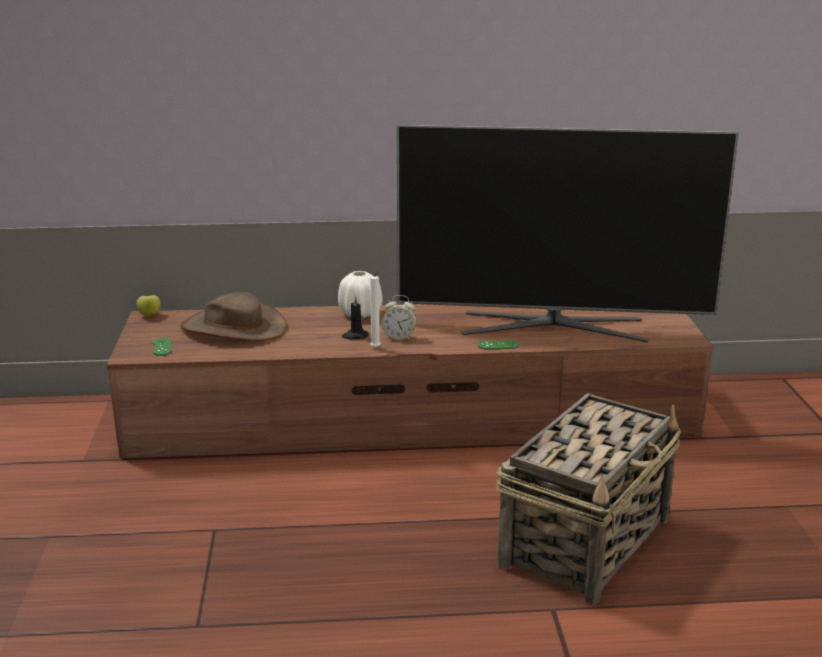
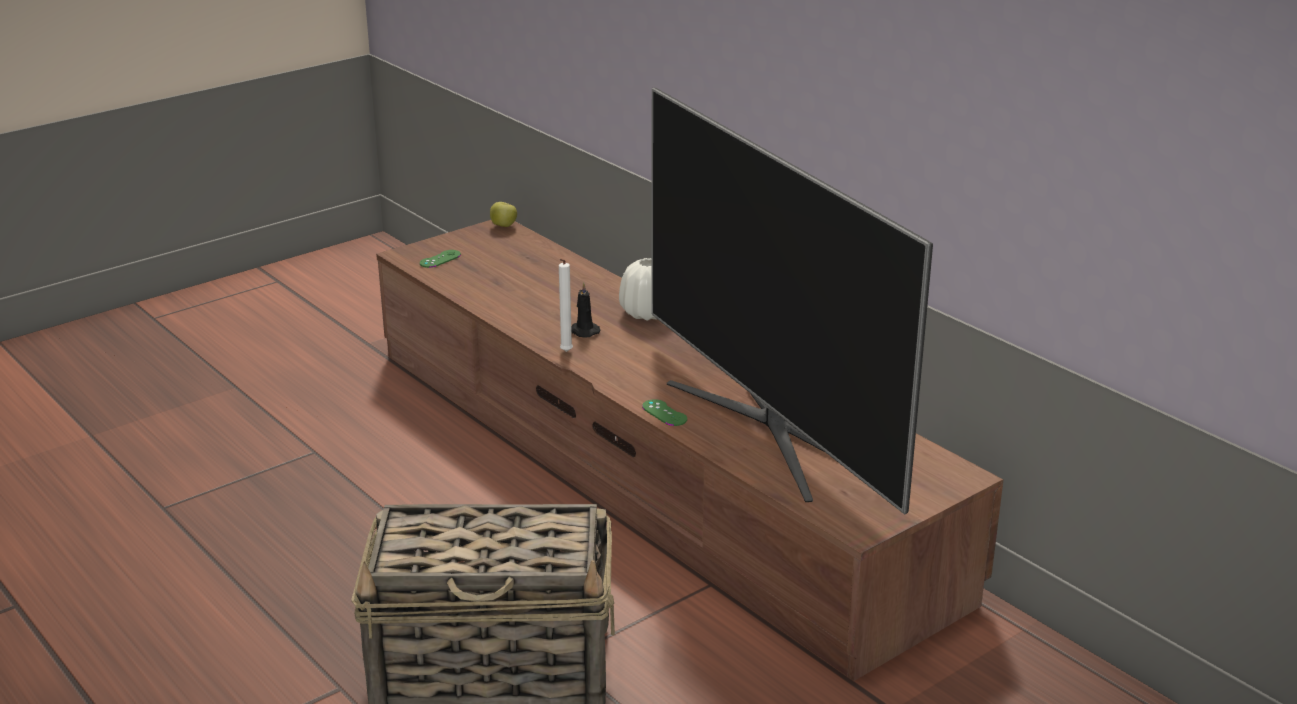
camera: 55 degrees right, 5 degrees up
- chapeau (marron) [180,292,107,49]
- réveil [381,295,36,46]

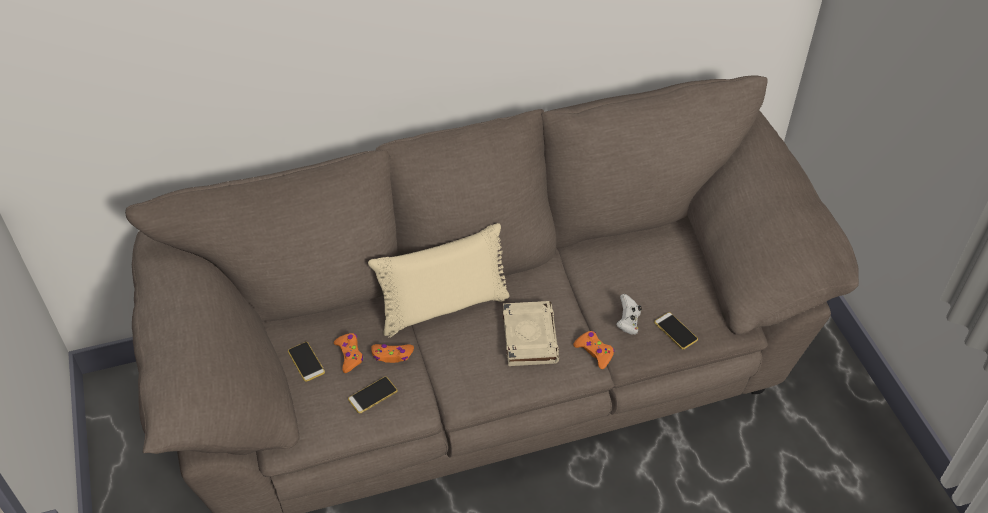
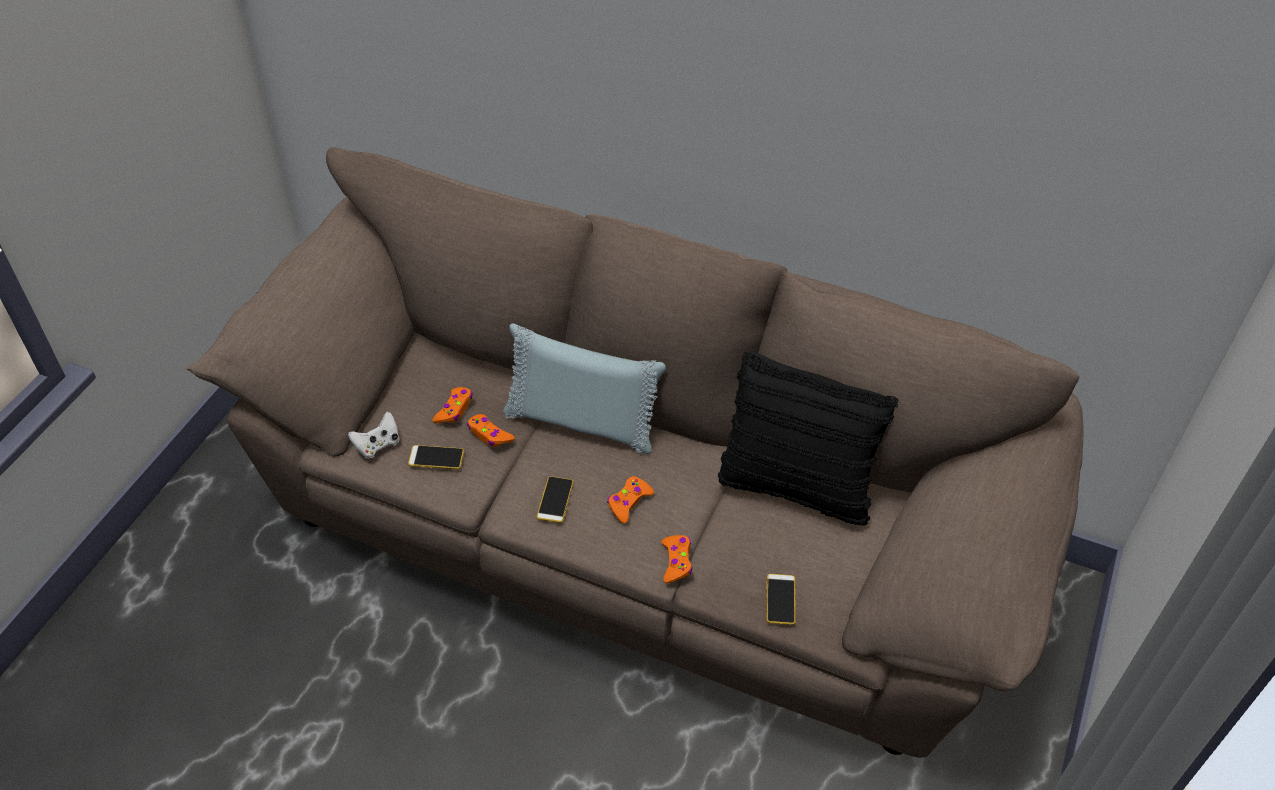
camera: 40 degrees right, 0 degrees up
~ téléphone [288,342,37,40] to [537,476,37,47]
~ coussin (beige) [368,223,142,115] to coussin (bleu) [503,323,163,131]
~ livre (beige) [503,301,56,65] to manette (orange) [607,476,47,48]
~ manette (blanc) [616,294,26,41] to [348,411,51,47]
+ coussin (noir) [718,351,181,175]

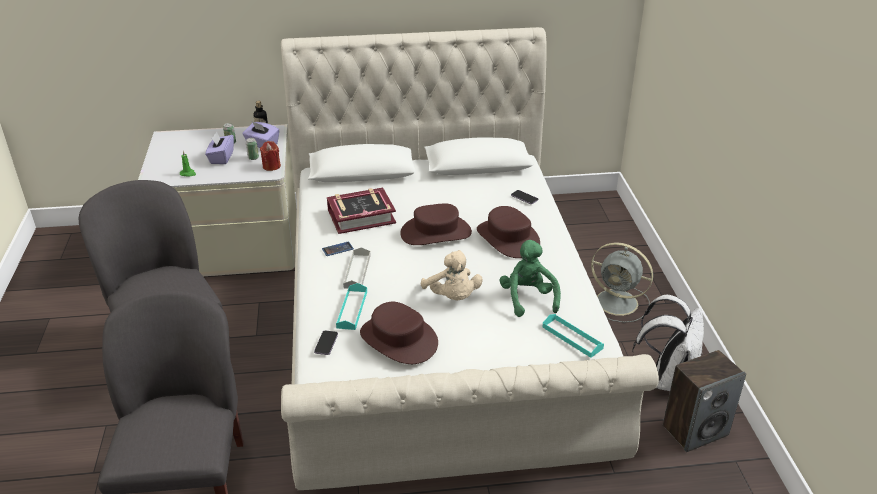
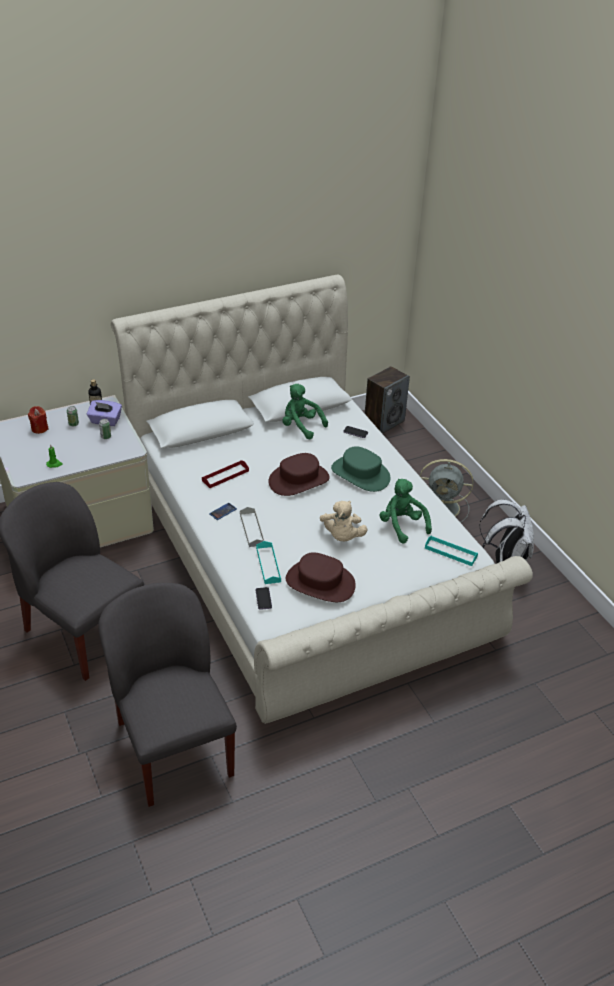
camera: 20 degrees left, 5 degrees up
- boîte à mouchoirs (violet) [205,132,29,32]
~ bougie (rouge) [260,141,21,30] to [28,406,21,28]
~ livre [327,188,69,46] to plateau (rouge) [202,460,47,28]
~ peluche (beige) [421,250,62,50] = [320,501,47,41] 45 degrees clockwise
~ chapeau (marron) [477,206,63,52] to chapeau (vert) [331,446,60,46]
~ enceinte [663,350,83,102] to [365,366,45,68]
+ peluche (vert) [282,384,46,55]

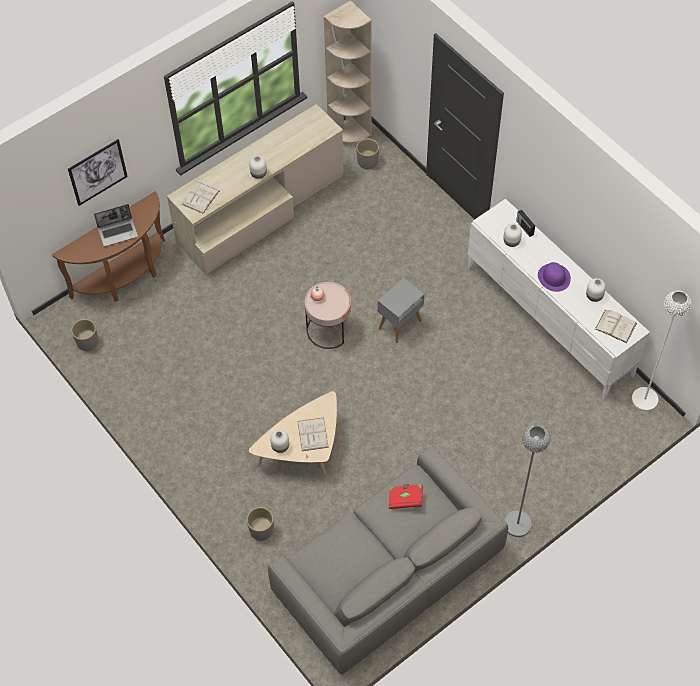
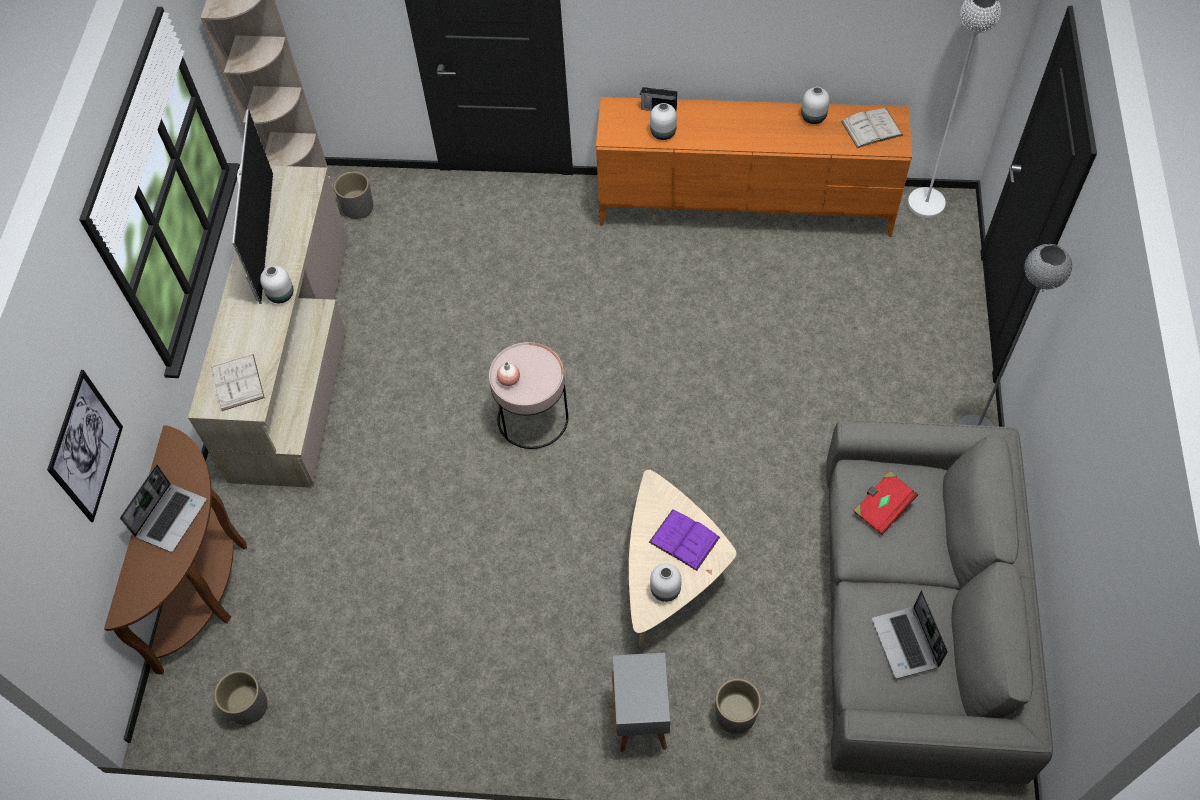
camera: 45 degrees left, 0 degrees up
~ livre (blanc) [297,417,32,34] to livre (violet) [649,509,71,62]
~ table d'appoint (gris) [378,278,46,65] to [612,652,58,100]
~ meuble de rangement (blanc) [468,199,182,200] to meuble de rangement (orange) [596,97,316,140]
- chapeau (violet) [538,262,33,30]
+ téléviseur [232,109,41,195]
+ ordinateur portable [872,590,76,89]

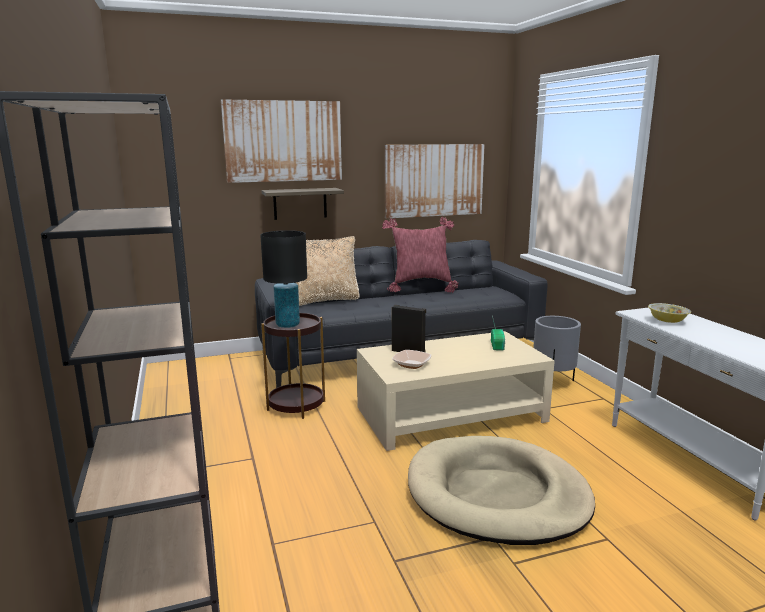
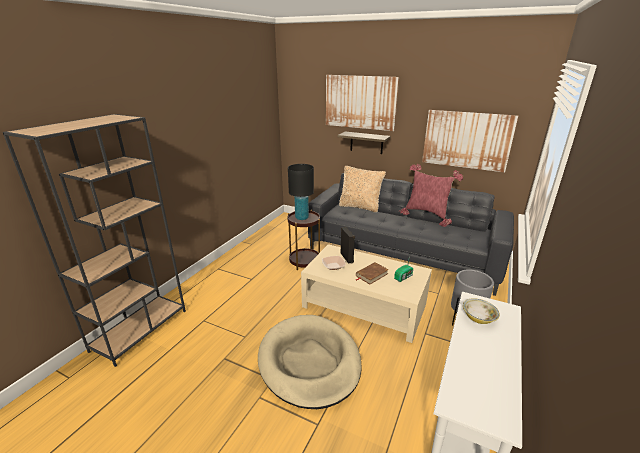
camera: 45 degrees right, 10 degrees up
+ livre (marron) [356,262,33,22]

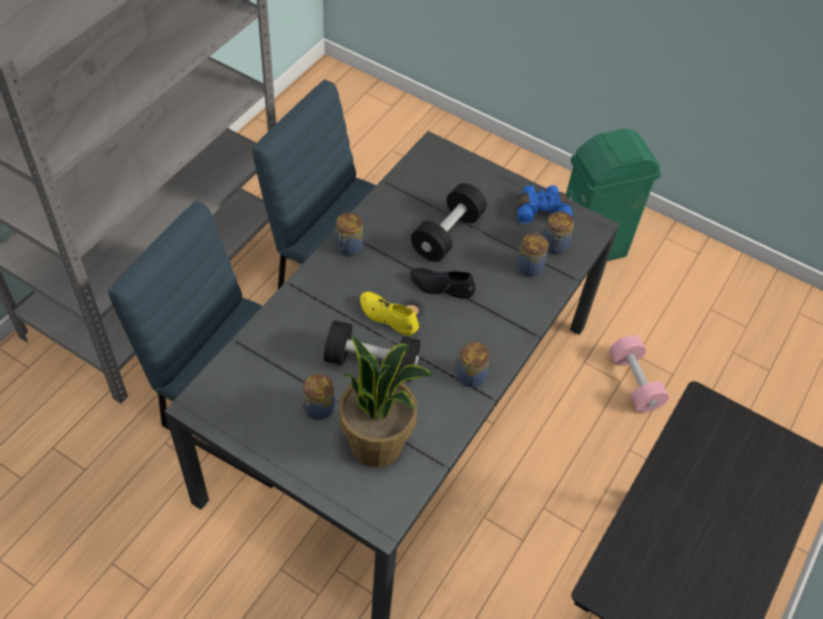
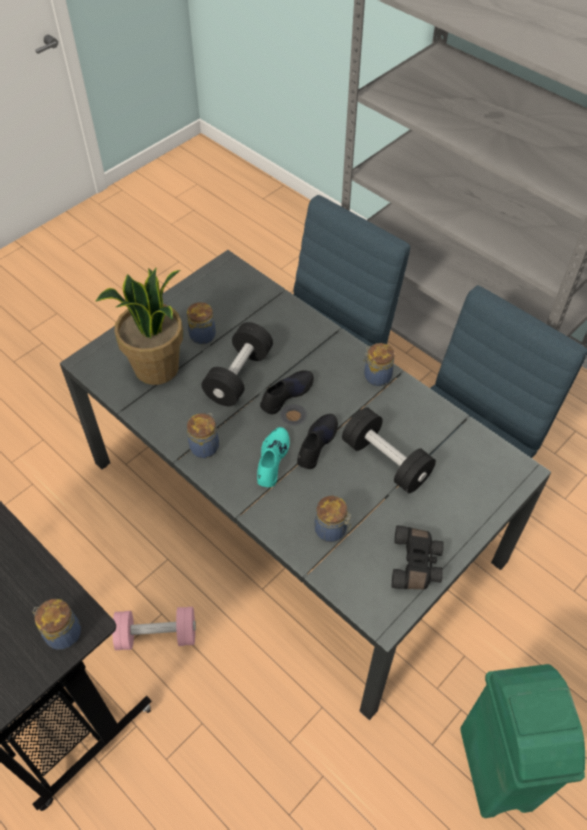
camera: 105 degrees right, 0 degrees up
~ chaussure (jaune) [360,292,59,44] to chaussure (noir) [260,370,54,44]
~ jumelles (bleu) [517,185,56,38] to jumelles (noir) [392,525,52,64]
~ bocal [543,211,31,43] to [33,599,48,51]
~ haltère (rose) [609,335,60,77] to [112,607,84,43]
+ chaussure (turquoise) [257,427,33,60]

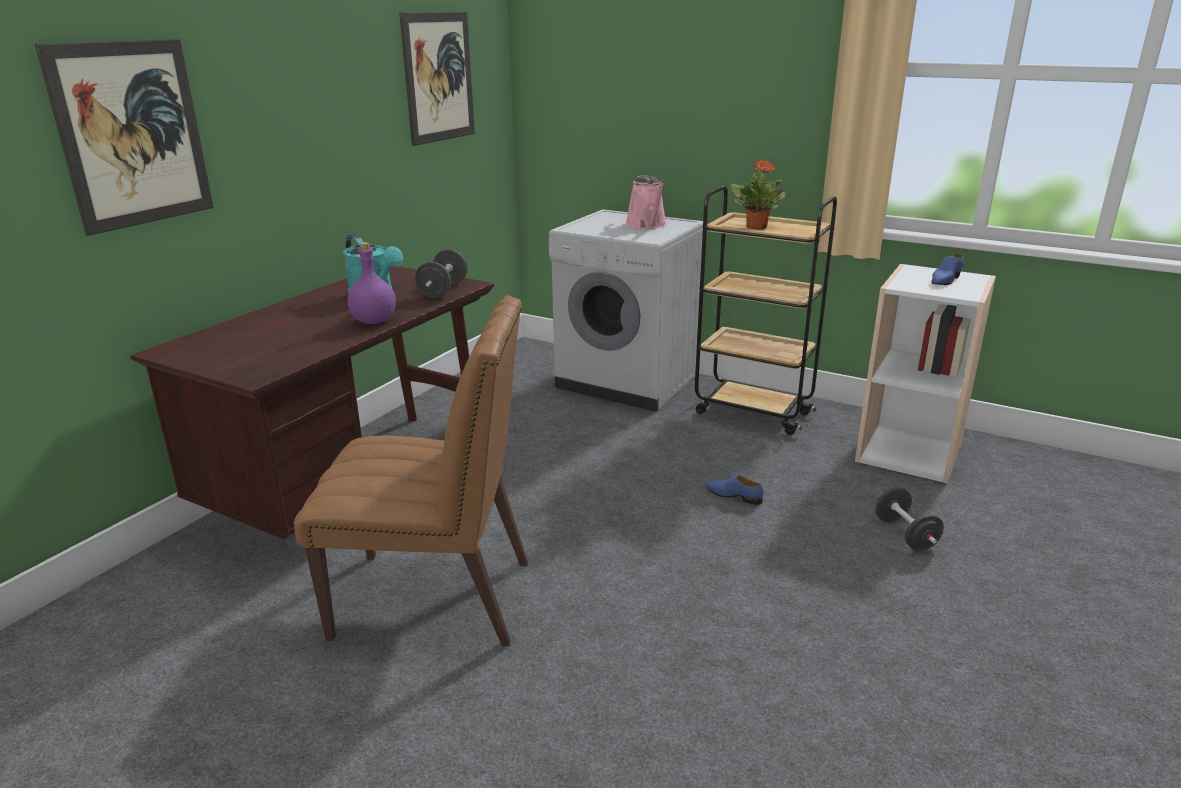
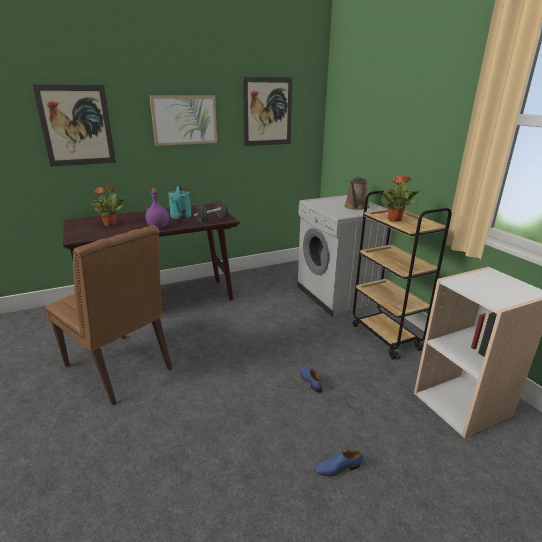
camera: 35 degrees right, 0 degrees up
~ arrosoir (rose) [626,175,41,54] to arrosoir (marron) [344,177,26,33]
- haltère (noir) [875,487,69,64]
~ chaussure (bleu) [932,253,32,32] to [315,450,48,26]
+ plante en pot [87,186,39,40]
+ tableau [149,95,68,51]

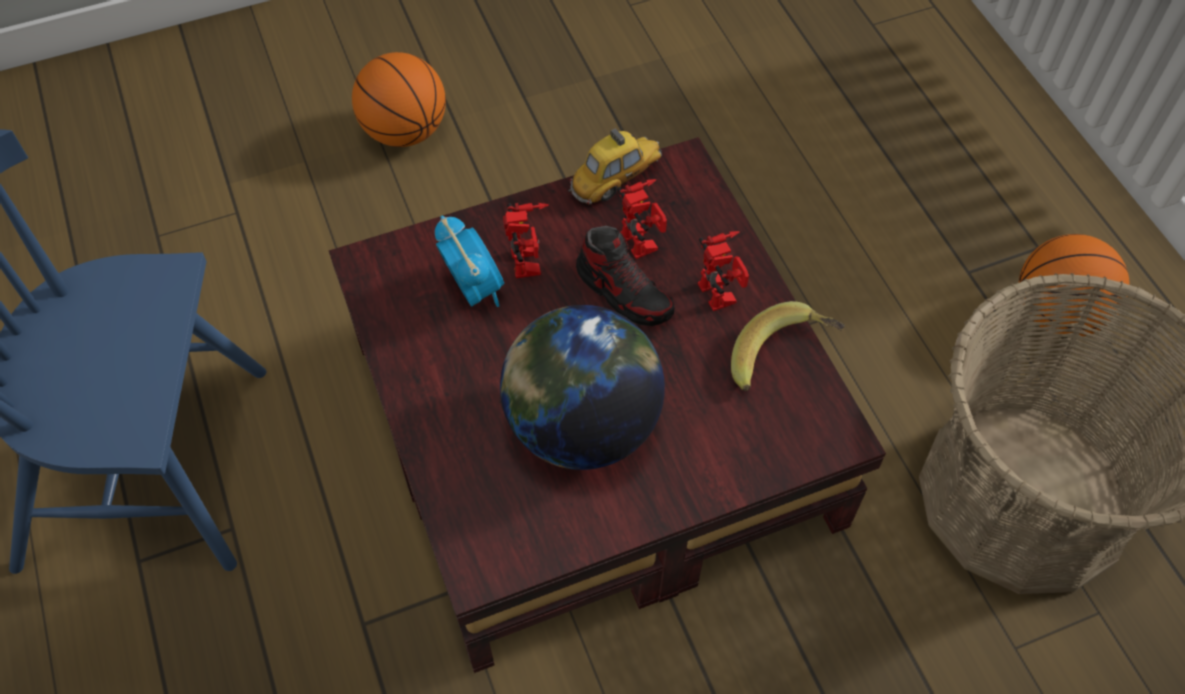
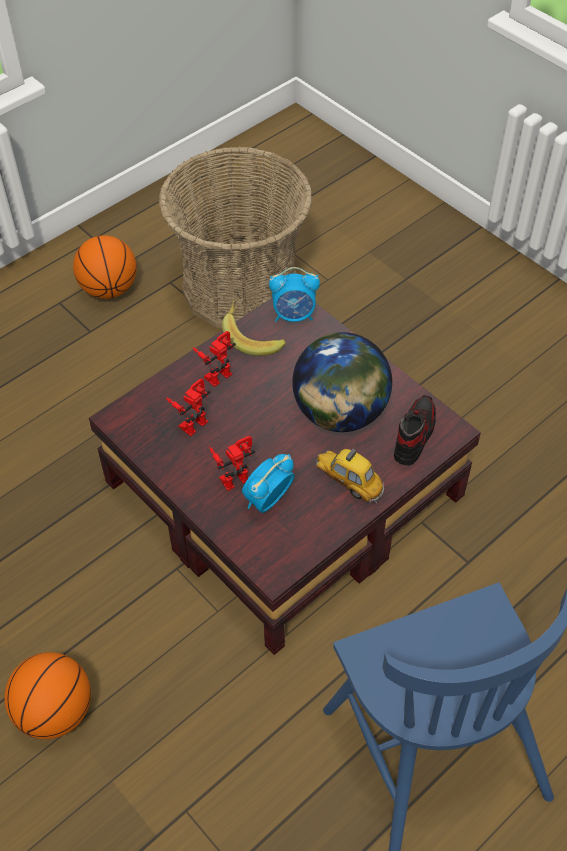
camera: 110 degrees left, 5 degrees down
~ petite voiture [568,123,94,81] to [315,449,70,54]
~ chaussure [576,226,99,100] to [394,395,42,70]
+ réveil [269,267,51,55]

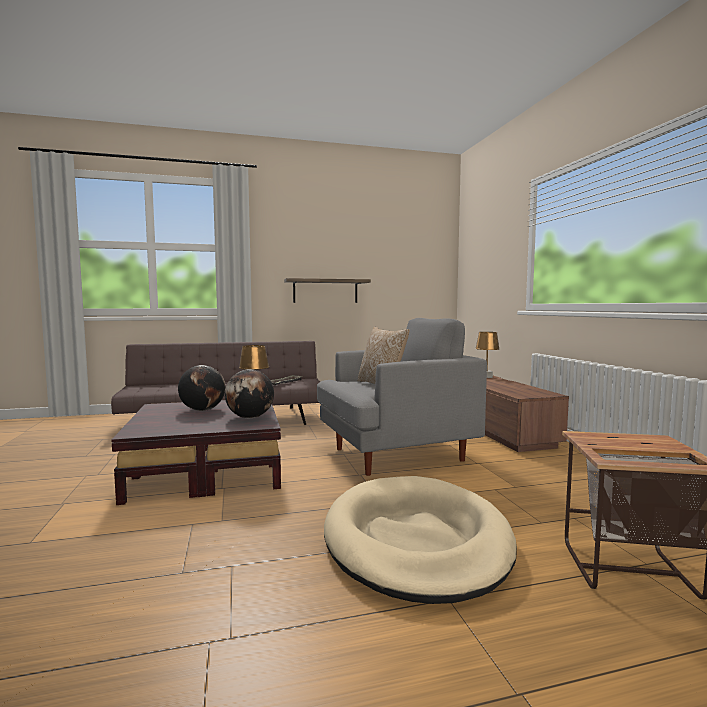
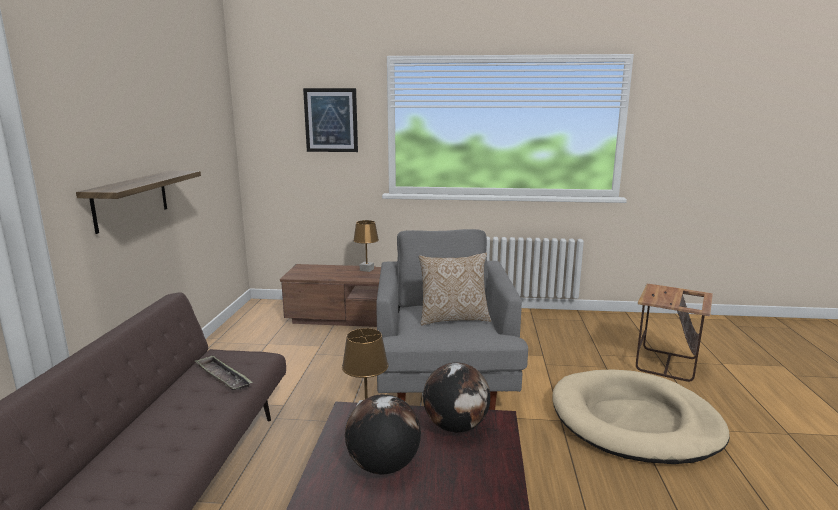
camera: 70 degrees left, 10 degrees up
+ tableau [303,88,55,64]

